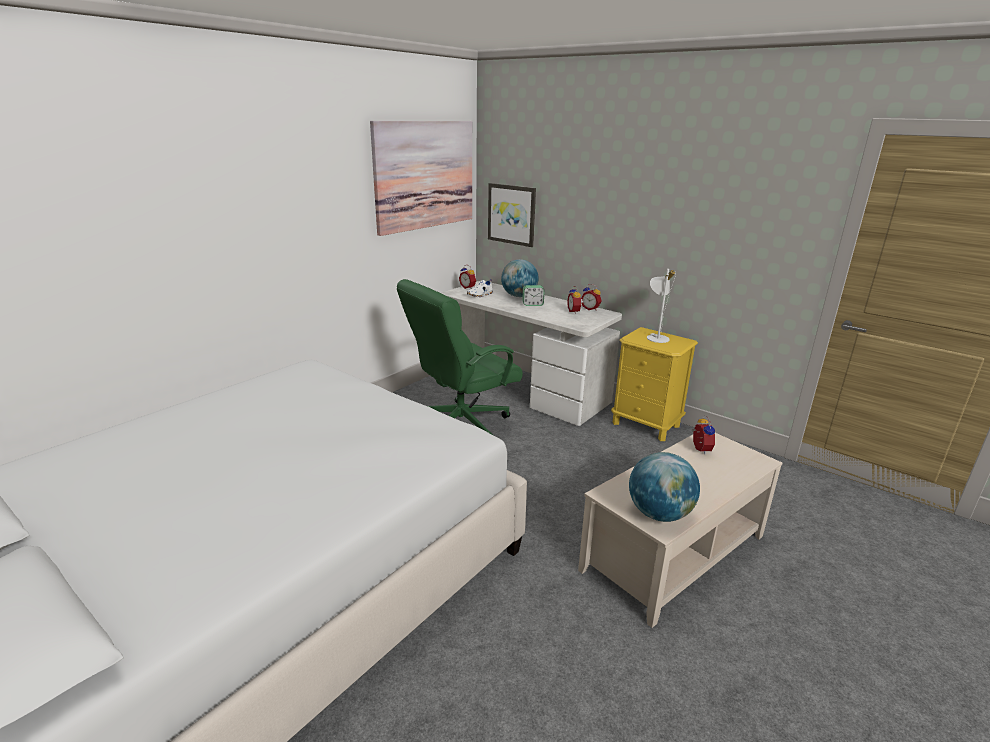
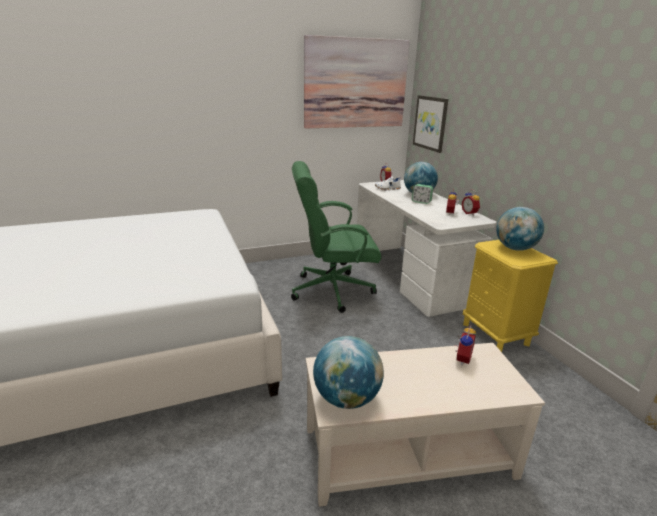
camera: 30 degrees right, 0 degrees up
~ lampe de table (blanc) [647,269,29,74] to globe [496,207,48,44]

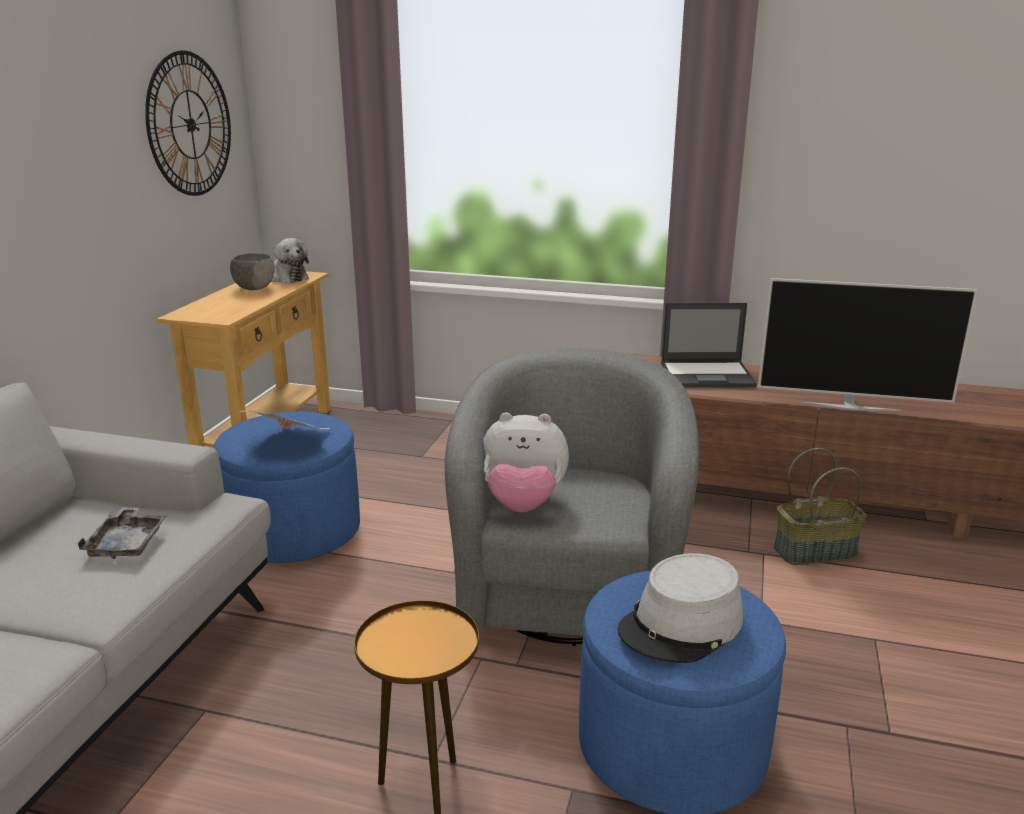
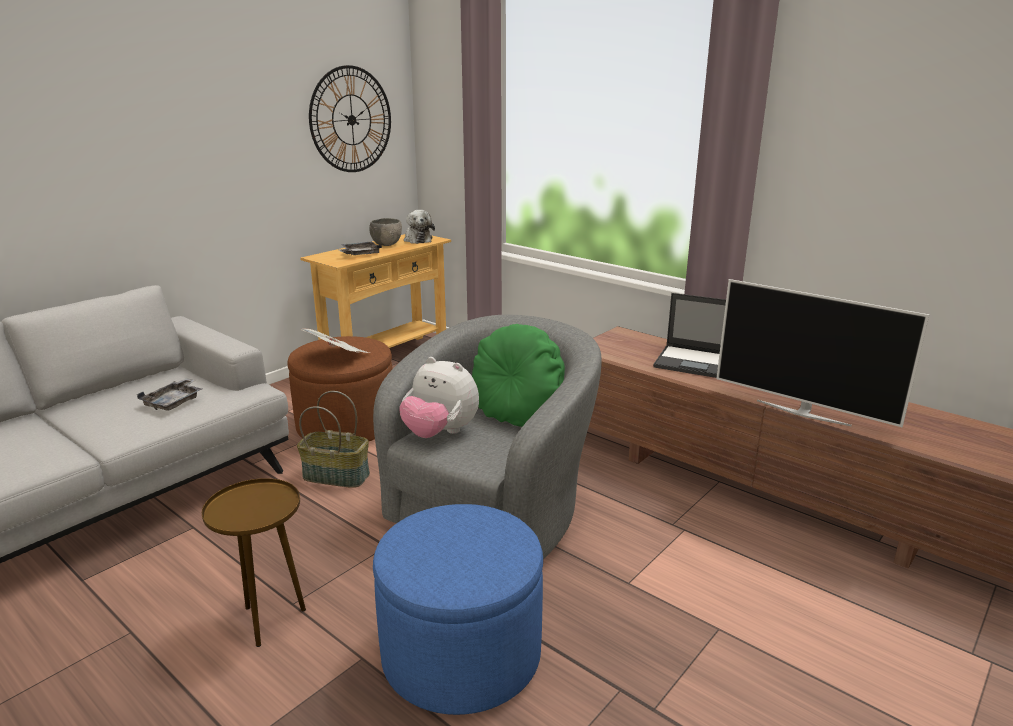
camera: 25 degrees right, 0 degrees up
~ pouf (bleu) [214,411,146,152] to pouf (marron) [287,336,106,105]
- chapeau (gris) [618,553,125,110]
~ panier [774,448,92,117] to [297,391,73,97]
+ plateau (gris) [339,242,43,13]
+ coussin (vert) [472,324,93,103]

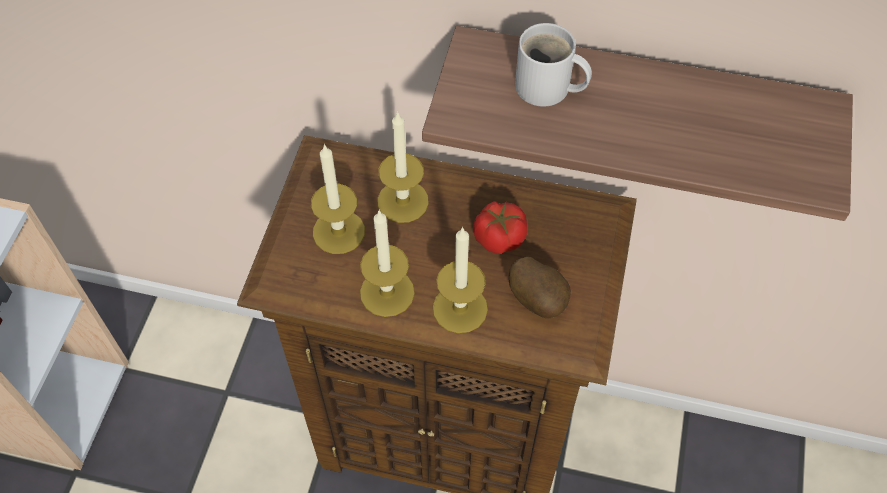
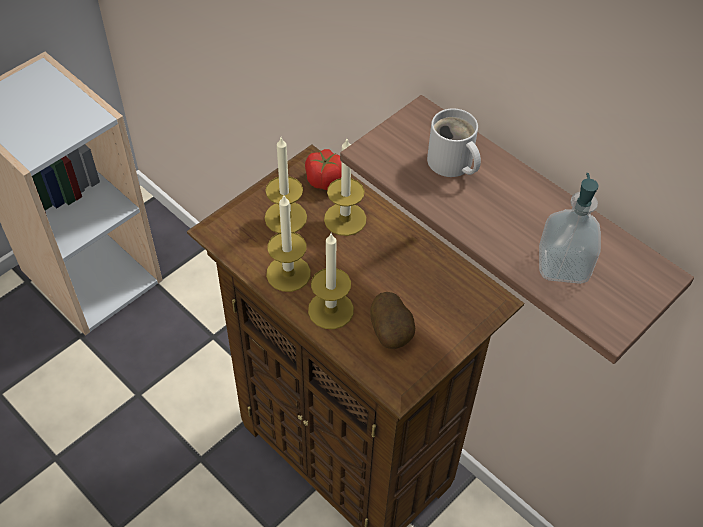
camera: 30 degrees right, 5 degrees down
~ tomate [473,201,54,53] to [305,149,37,41]
+ distributeur de savon [539,173,62,111]

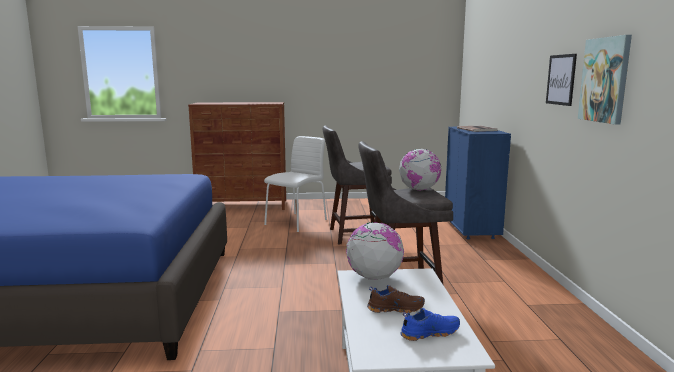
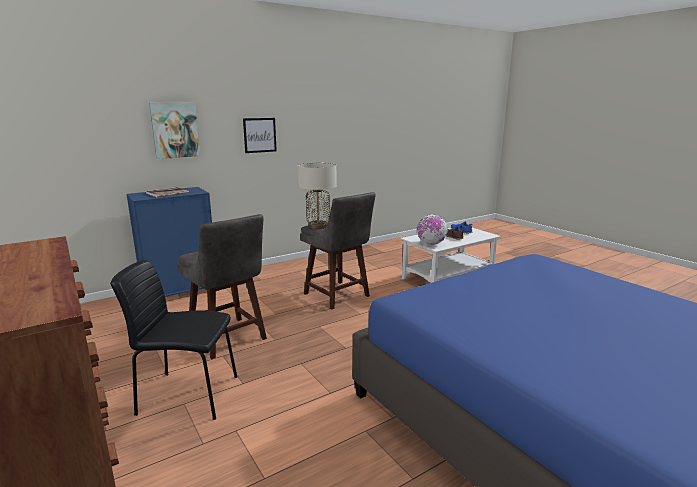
camera: 120 degrees left, 5 degrees up
~ chaise (blanc) [264,136,63,96] to chaise (noir) [110,260,128,160]
~ globe [399,149,42,41] to lampe de table [298,163,39,66]
~ tableau [578,35,54,90] to [149,103,51,56]

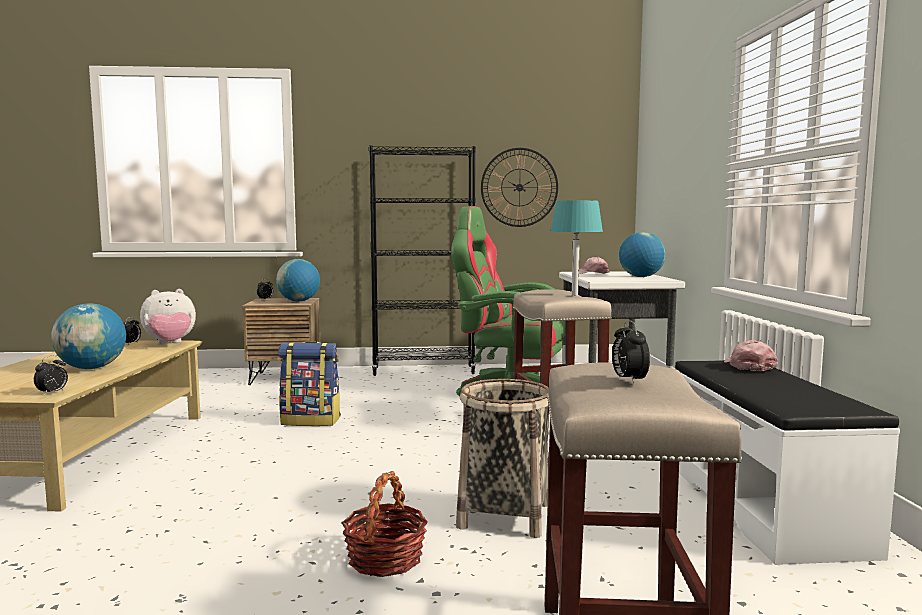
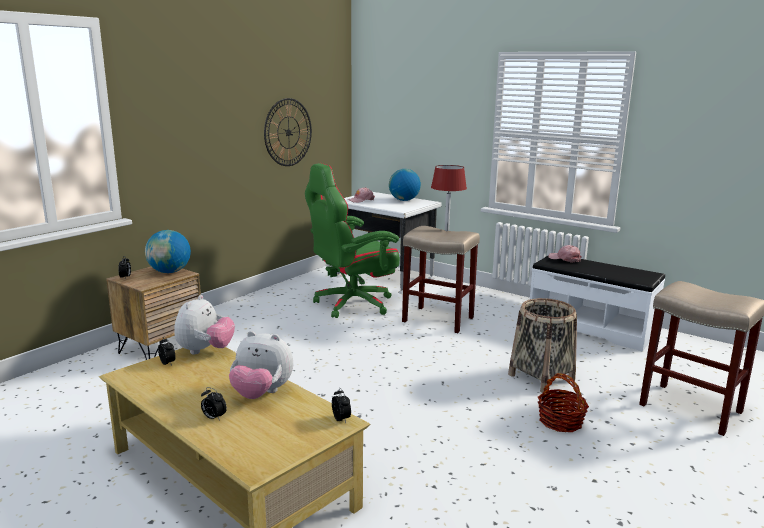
camera: 50 degrees left, 10 degrees up
~ globe [51,303,75,66] to peluche [229,331,64,68]
- sac à dos [279,341,62,85]
- bibliothèque (noir) [369,145,107,231]
~ lampe de table (turquoise) [550,200,53,96] to lampe de table (rouge) [431,165,36,66]
~ réveil [612,320,38,64] to [201,387,26,34]

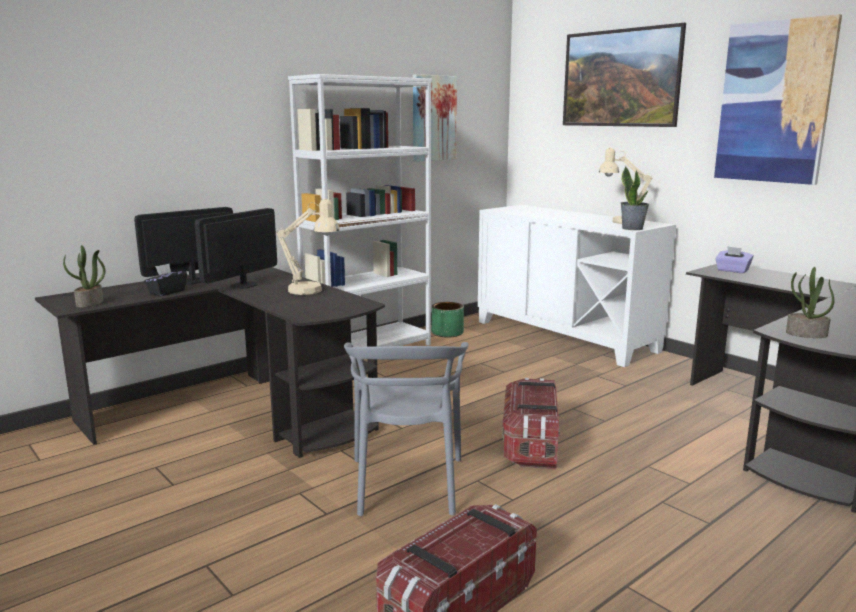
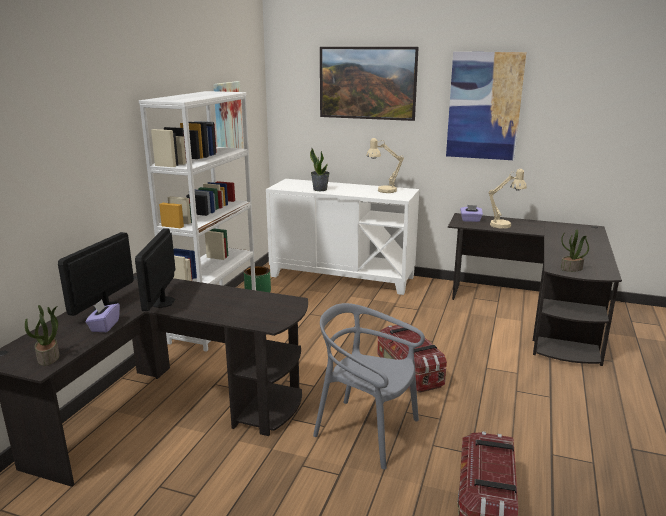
camera: 30 degrees left, 5 degrees up
~ boîte à mouchoirs (noir) [144,264,43,32] to boîte à mouchoirs (violet) [86,299,34,33]
~ lampe de table (beige) [276,199,64,96] to [488,169,39,60]
~ chaise (gris) [344,342,125,174] = [313,303,112,166] 150 degrees clockwise
~ plante en pot [620,166,29,64] to [310,148,20,43]

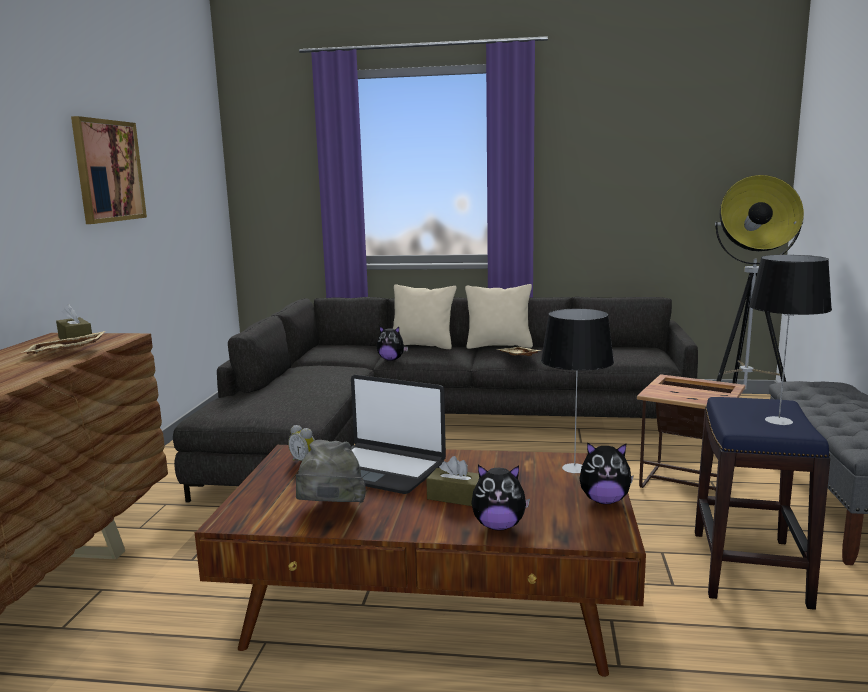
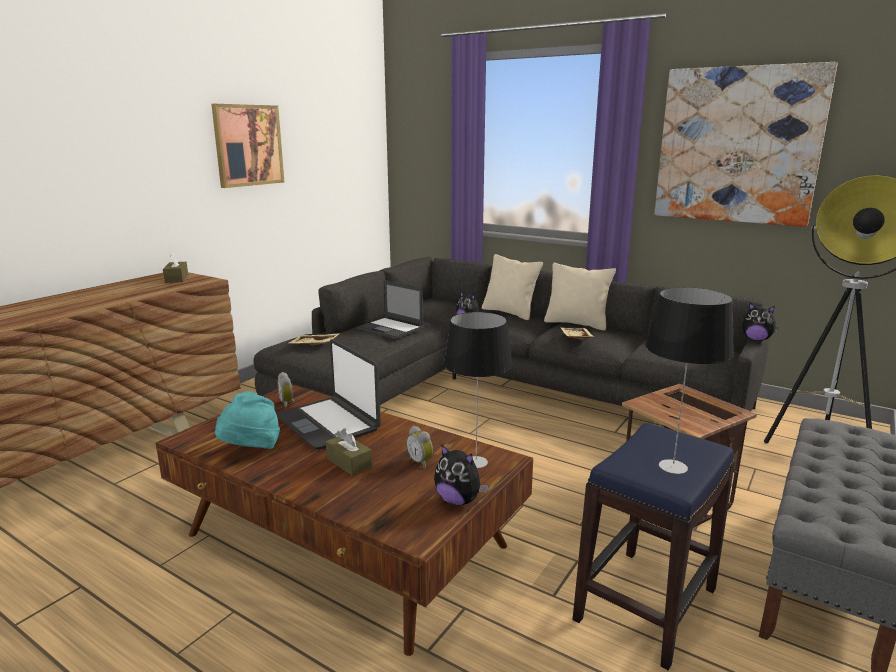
camera: 25 degrees right, 5 degrees up
~ plateau (beige) [21,331,85,23] to [289,333,51,12]
~ chapeau (gris) [296,440,70,63] to chapeau (turquoise) [215,391,65,58]
~ peluche [471,465,59,66] to [742,303,37,38]
+ ordinateur portable [357,280,67,59]
+ réveil [406,426,27,42]
+ tableau [654,62,183,165]

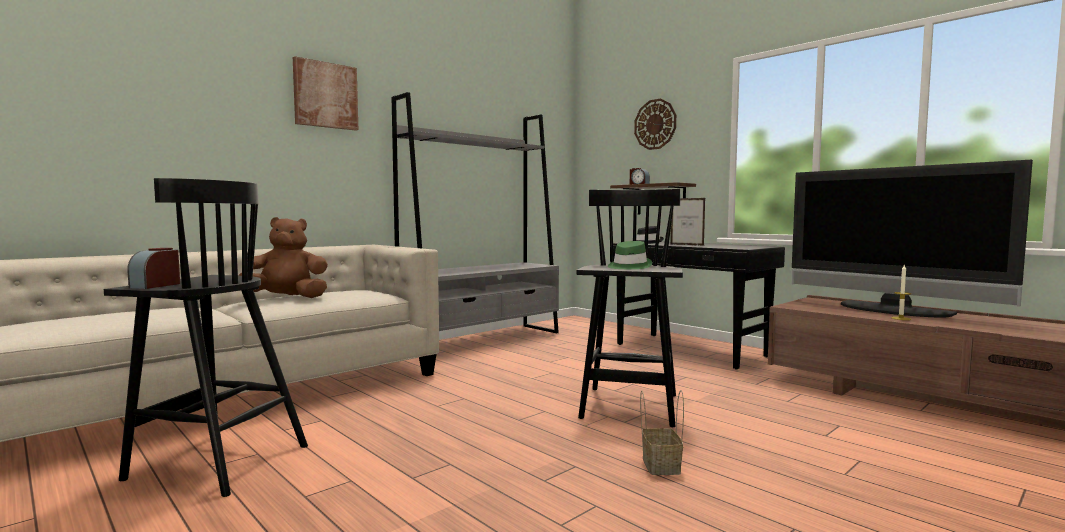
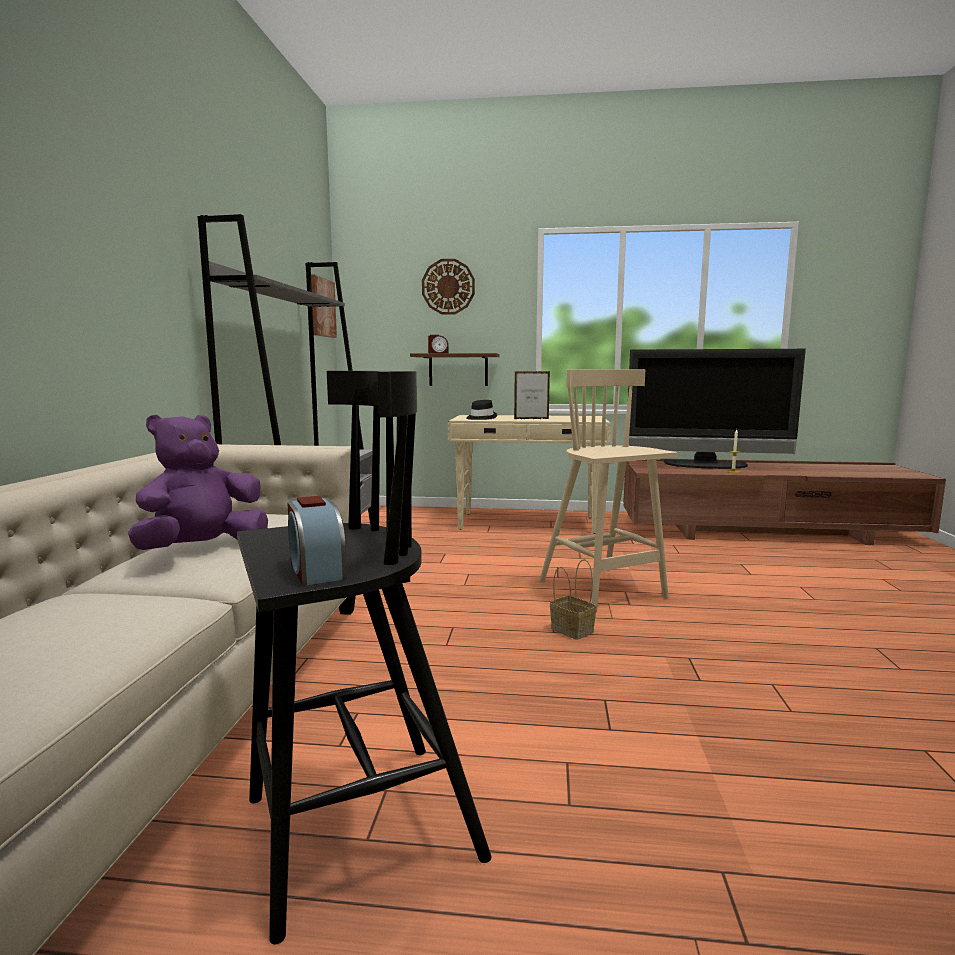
camera: 40 degrees left, 5 degrees up
~ peluche (marron) [238,217,90,81] to peluche (violet) [128,414,140,136]
~ tableau [293,56,65,75] to [311,274,26,64]
~ tabouret (noir) [576,189,107,238] to tabouret (beige) [539,369,139,244]
- chapeau (vert) [608,241,44,28]
~ table console (noir) [610,241,175,128] to table console (beige) [448,415,163,119]
~ panier [640,390,44,85] to [550,559,47,81]

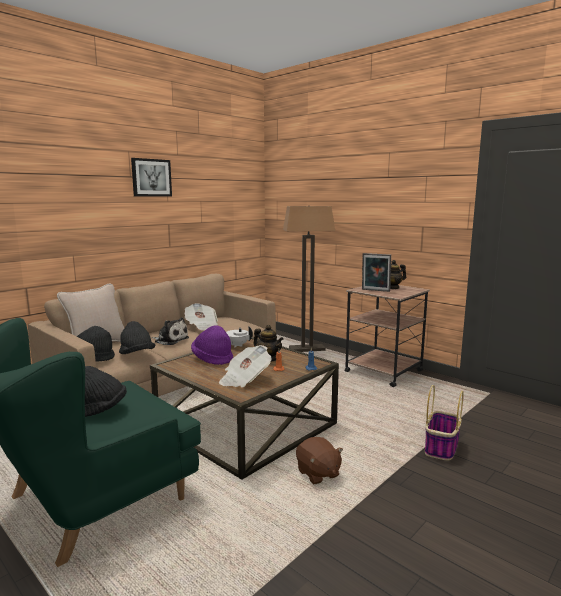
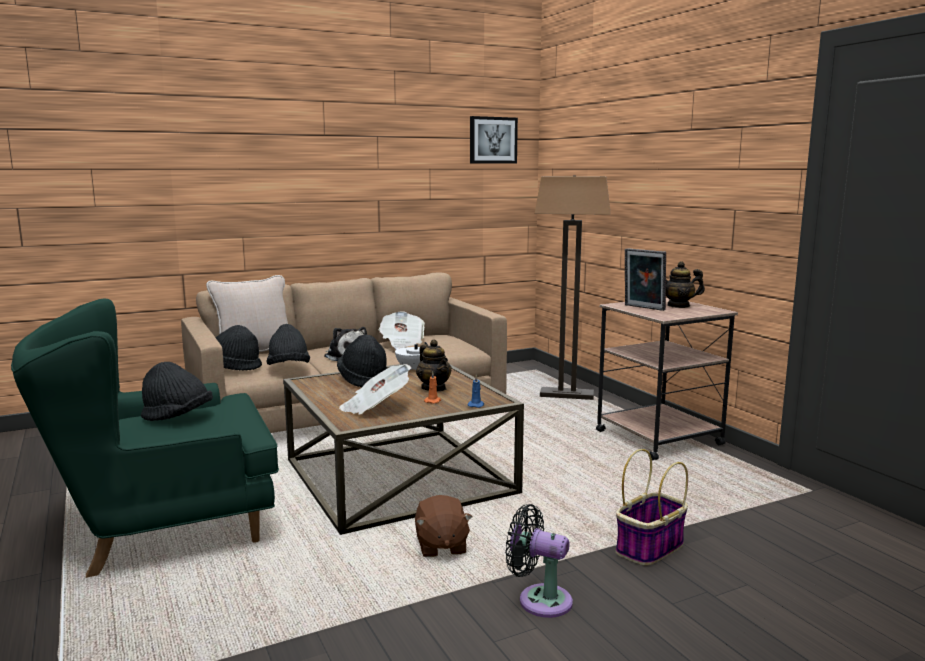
camera: 20 degrees right, 0 degrees up
~ tableau [131,158,41,39] to [470,116,48,48]
~ chapeau (violet) [191,325,42,40] to chapeau (noir) [337,335,50,52]
+ ventilateur (noir) [505,504,68,114]

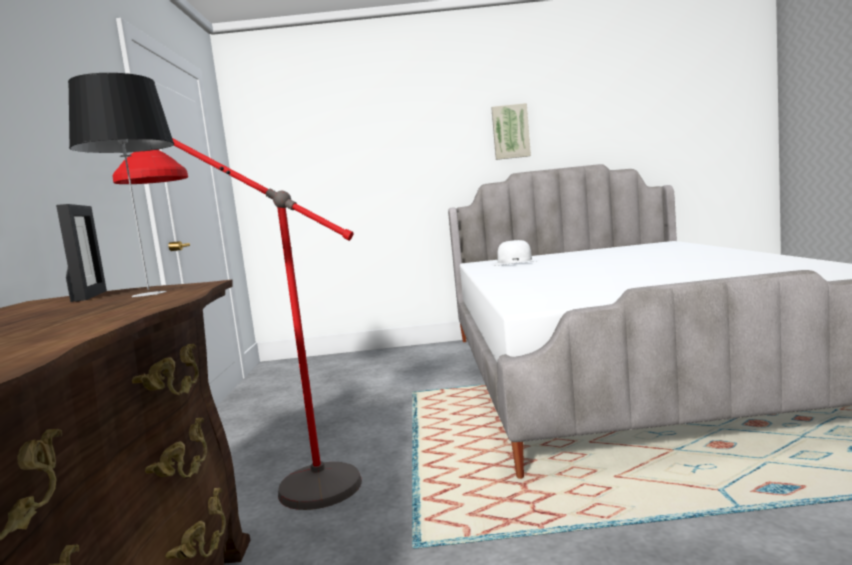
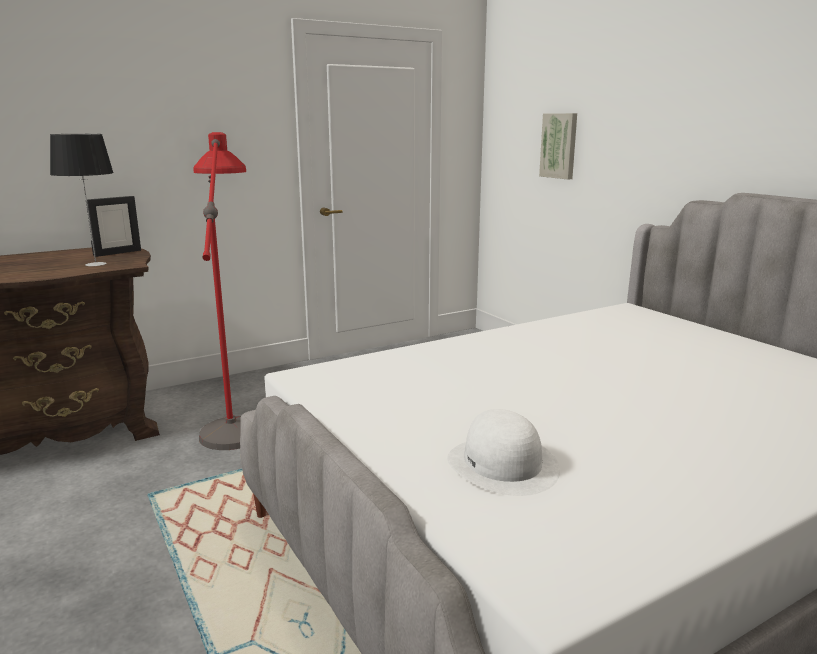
camera: 60 degrees right, 10 degrees up
~ tableau [491,103,40,57] to [539,113,38,66]
~ chapeau (blanc) [491,240,49,26] to [447,409,113,87]

